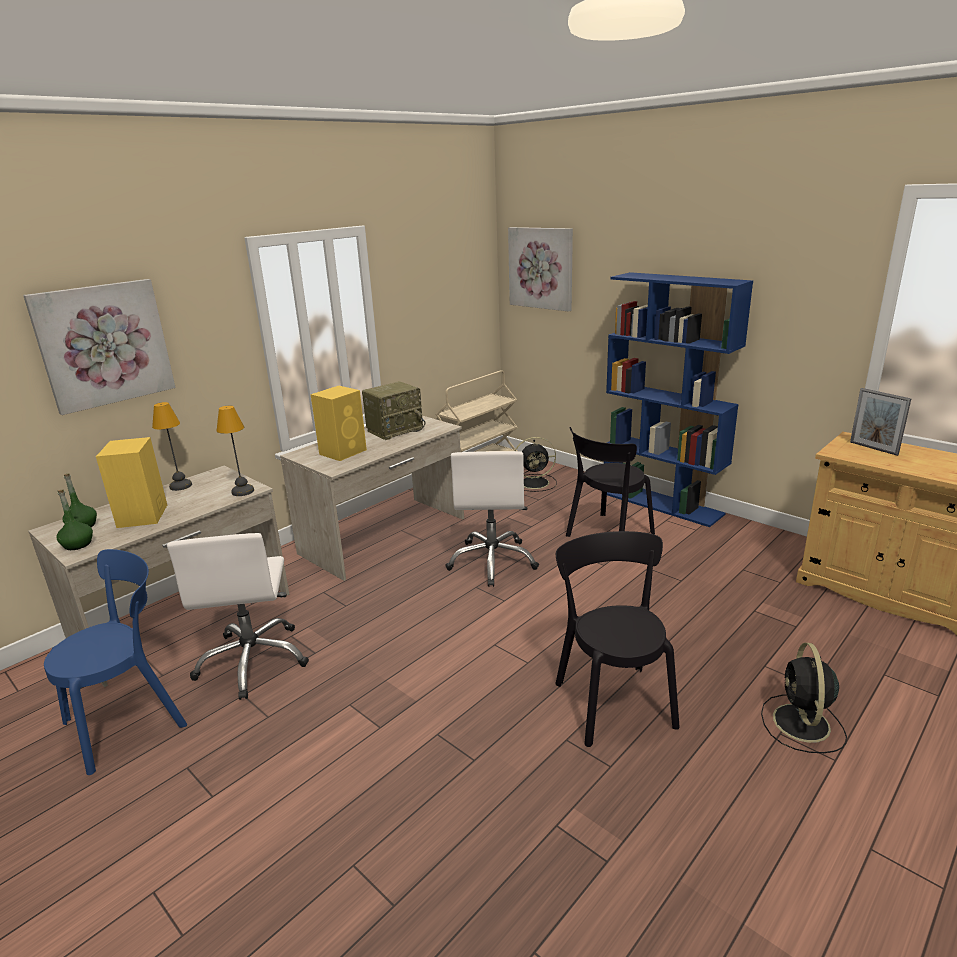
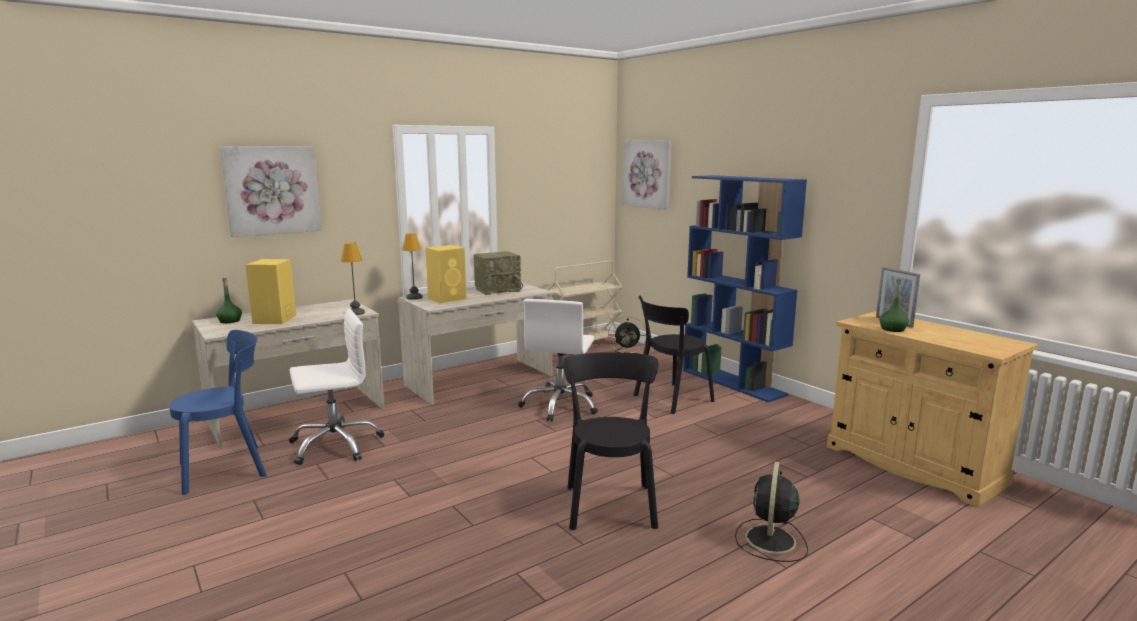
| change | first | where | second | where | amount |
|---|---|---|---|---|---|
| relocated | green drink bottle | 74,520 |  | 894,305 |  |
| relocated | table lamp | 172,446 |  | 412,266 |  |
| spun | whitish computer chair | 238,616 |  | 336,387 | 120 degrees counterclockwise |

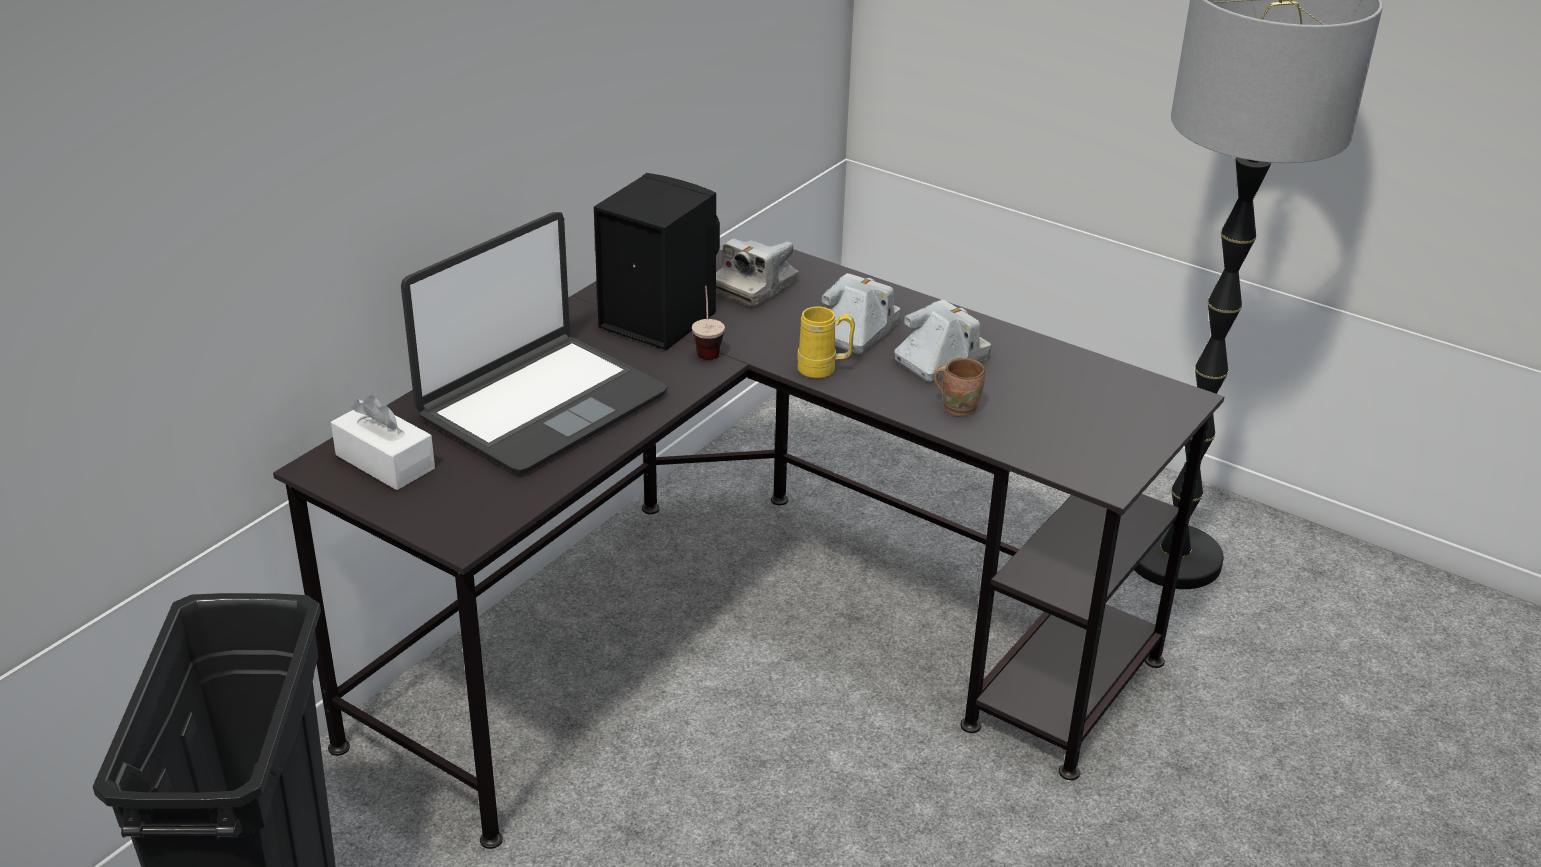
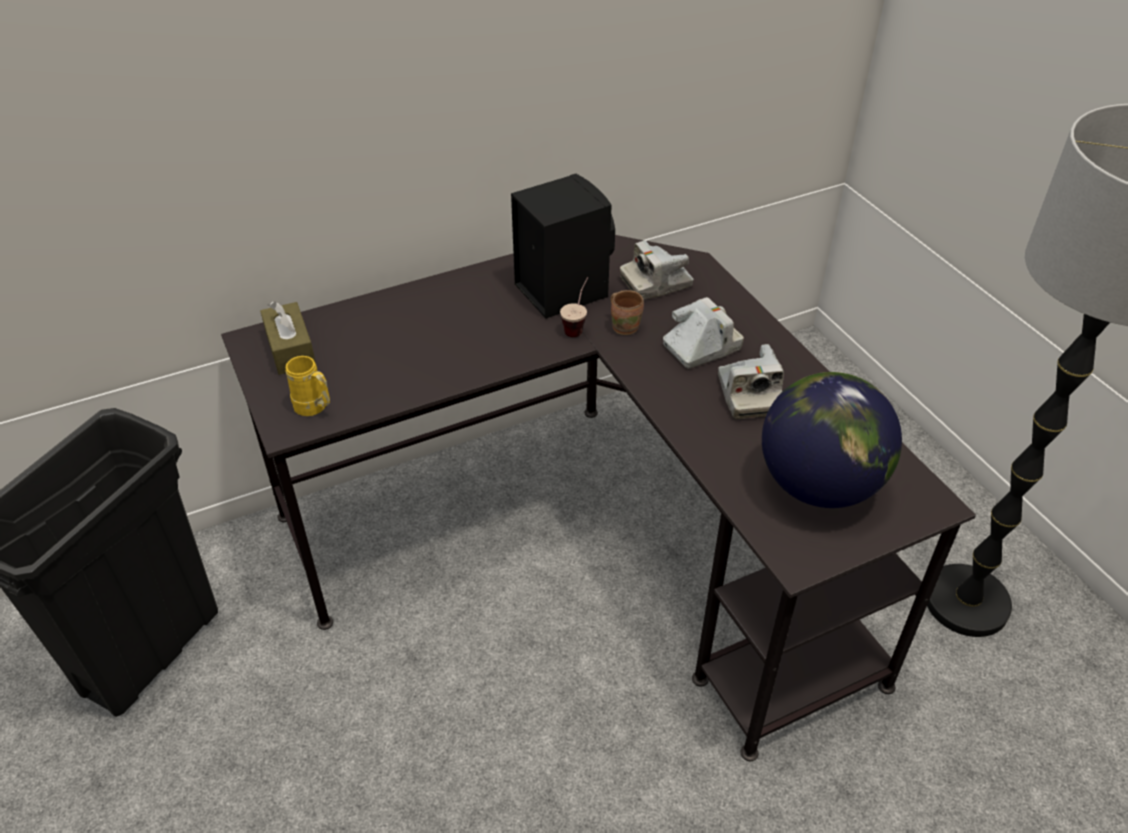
| change | first | where | second | where | amount |
|---|---|---|---|---|---|
| missing | laptop | 534,343 |  |  |  |
| appeared |  |  | world globe | 832,440 |  |
| relocated | yellow-coloured mug | 826,342 |  | 308,386 |  |
| relocated | brownish mug | 959,387 |  | 627,312 |  |
| colour | whitish tissue box | 383,442 | brownish tissue box | 288,338 |  |
| spun | photo camera | 942,341 |  | 751,381 | 90 degrees clockwise |

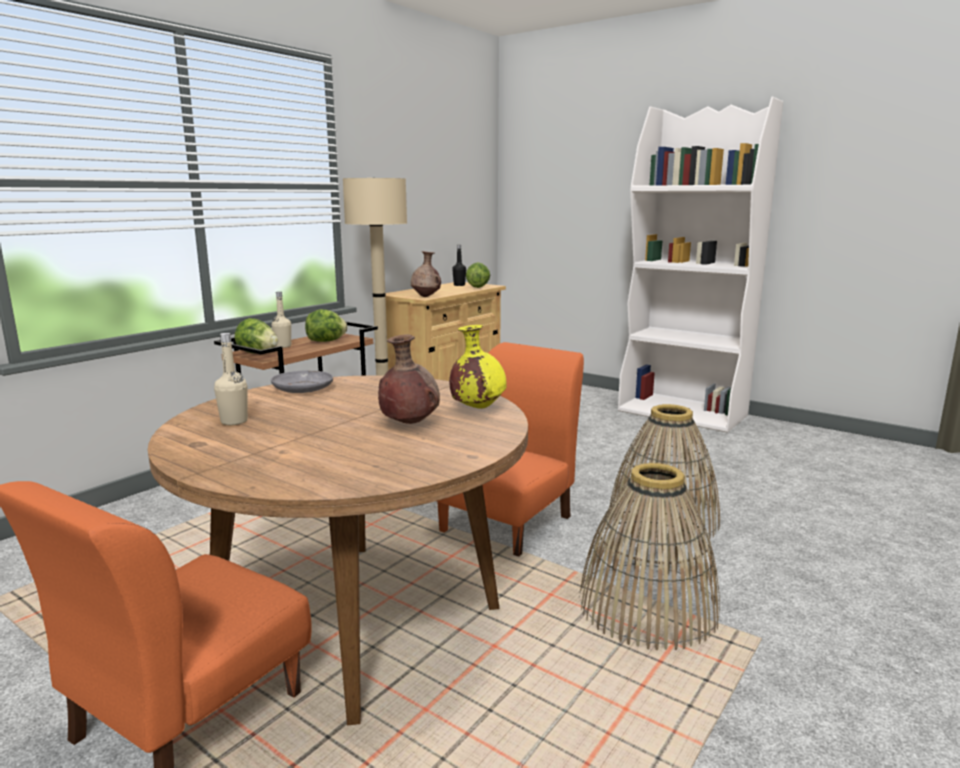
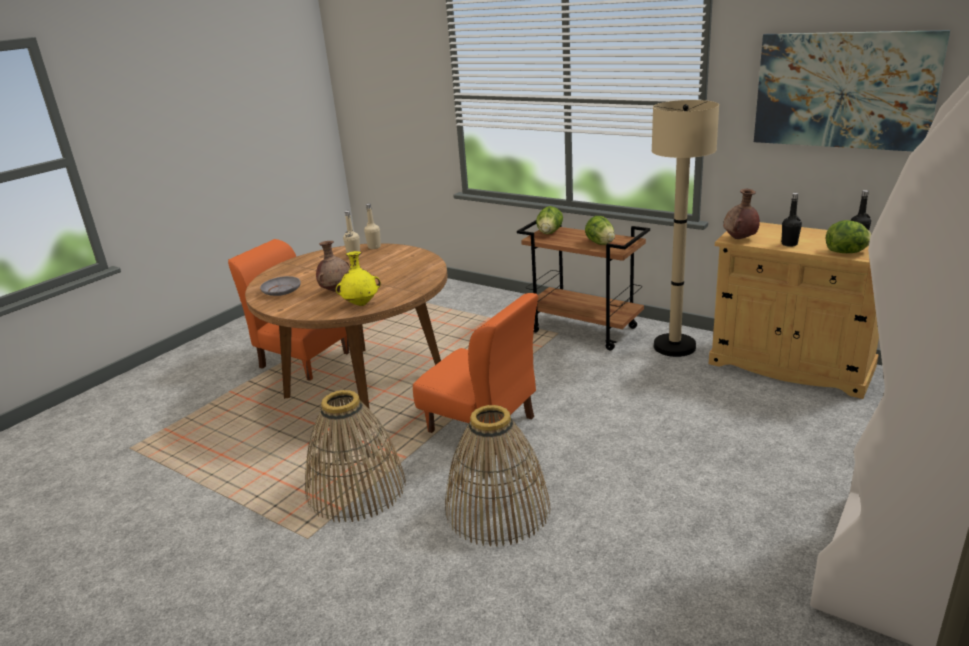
| change | first | where | second | where | amount |
|---|---|---|---|---|---|
| appeared |  |  | wall picture | 852,90 |  |
| appeared |  |  | black-coloured drink bottle | 791,220 |  |
| relocated | grey plate | 302,381 |  | 280,286 |  |
| relocated | beige drink bottle | 282,320 |  | 372,226 |  |

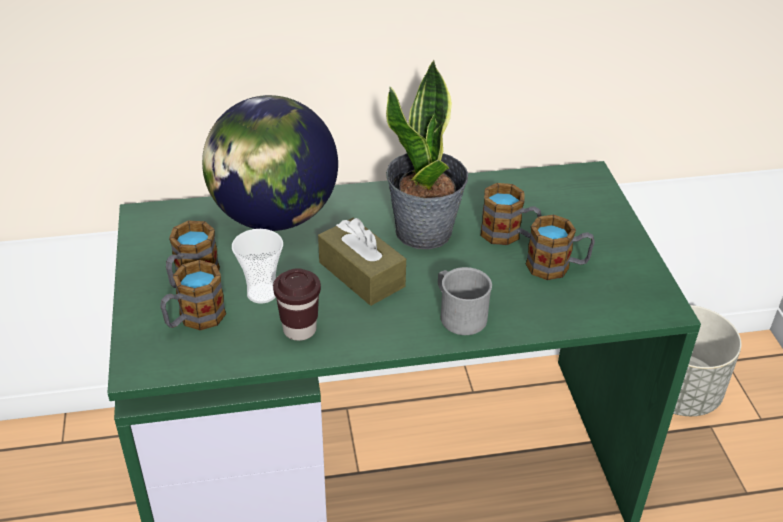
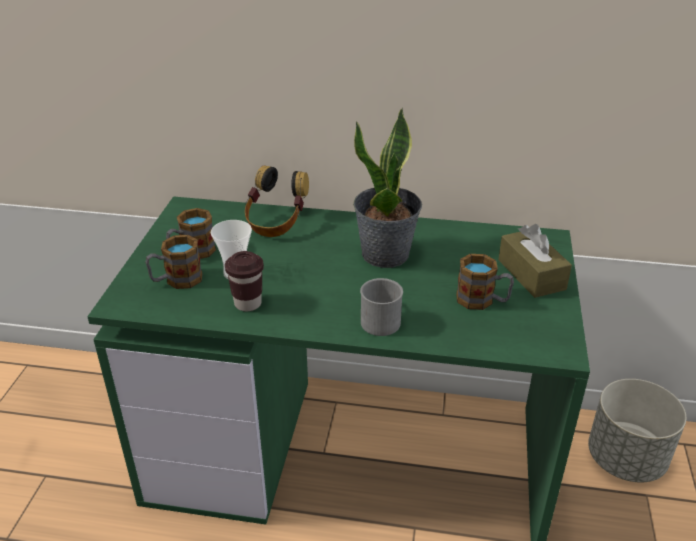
| change | first | where | second | where | amount |
|---|---|---|---|---|---|
| missing | mug | 511,214 |  |  |  |
| relocated | brownish tissue box | 362,262 |  | 535,261 |  |
| exchanged | world globe | 270,163 | pair of headphones | 277,201 |  |

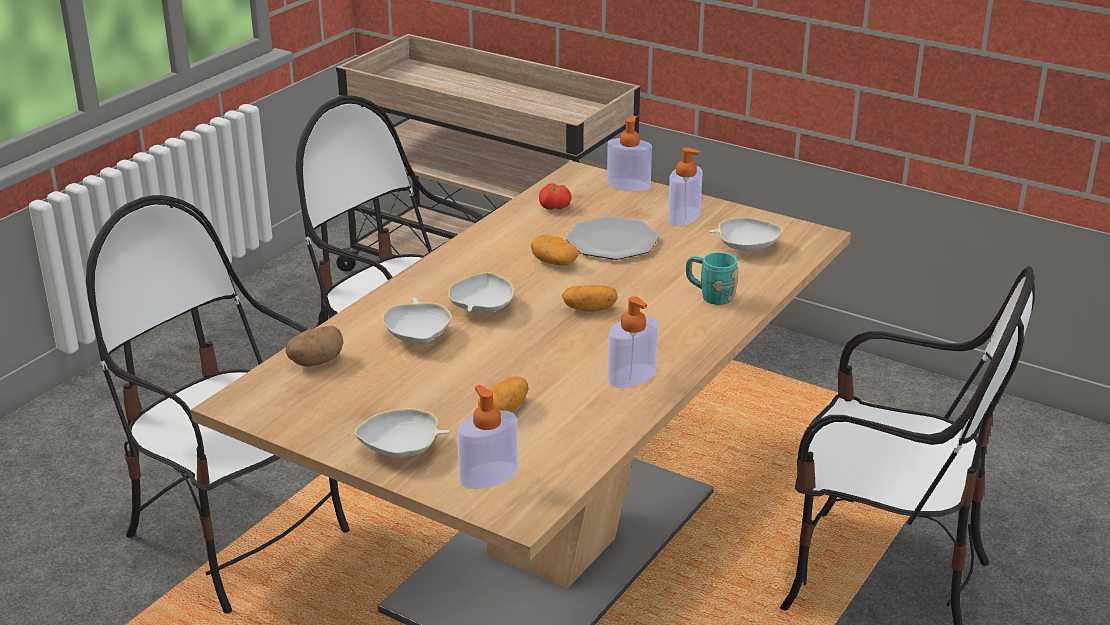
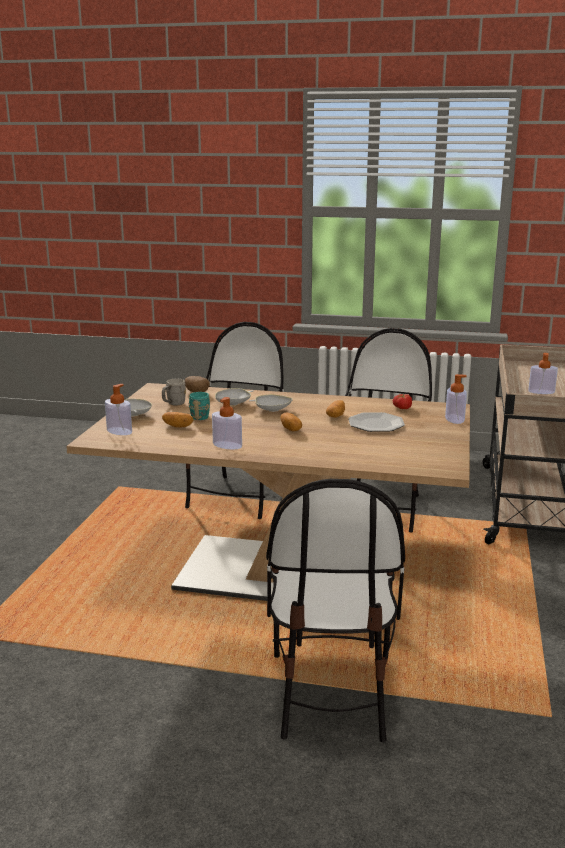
| change | first | where | second | where | amount |
|---|---|---|---|---|---|
| missing | whitish deep dish | 745,234 |  |  |  |
| appeared |  |  | grey mug | 174,392 |  |
| relocated | soap dispenser | 685,187 |  | 543,373 |  |
| relocated | blue-green mug | 712,278 |  | 199,406 |  |

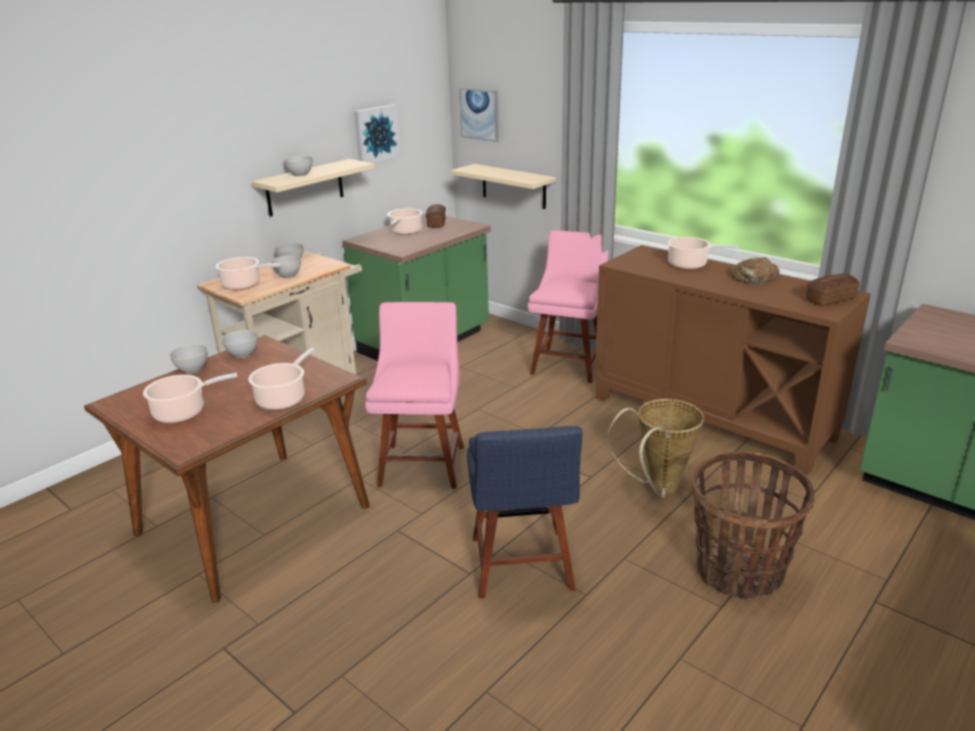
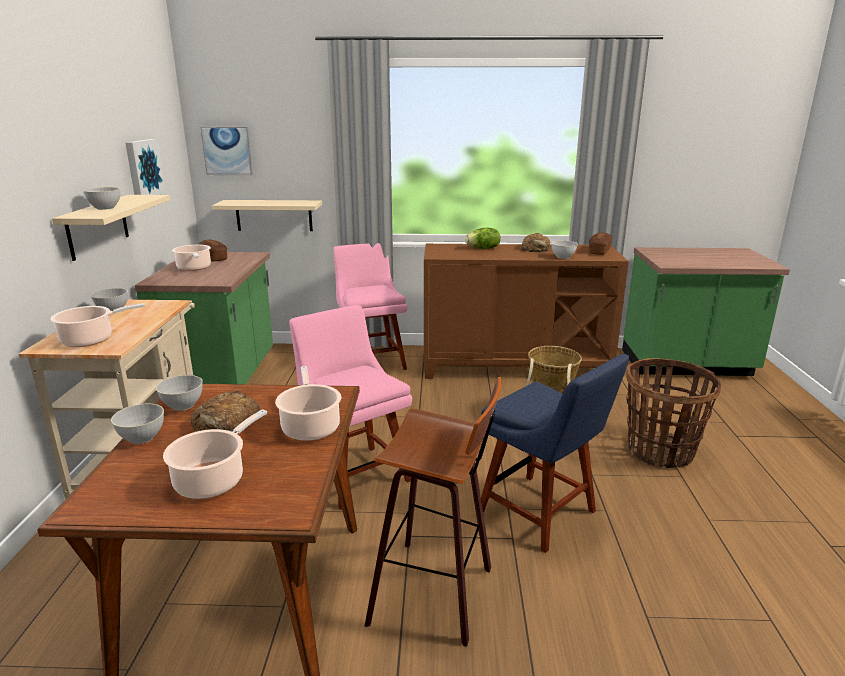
| change | first | where | second | where | amount |
|---|---|---|---|---|---|
| appeared |  |  | bakery bread | 225,412 |  |
| appeared |  |  | stool | 433,512 |  |
| relocated | grey deep dish | 286,267 |  | 564,249 |  |
| exchanged | saucepot | 702,253 | head of lettuce | 483,238 |  |

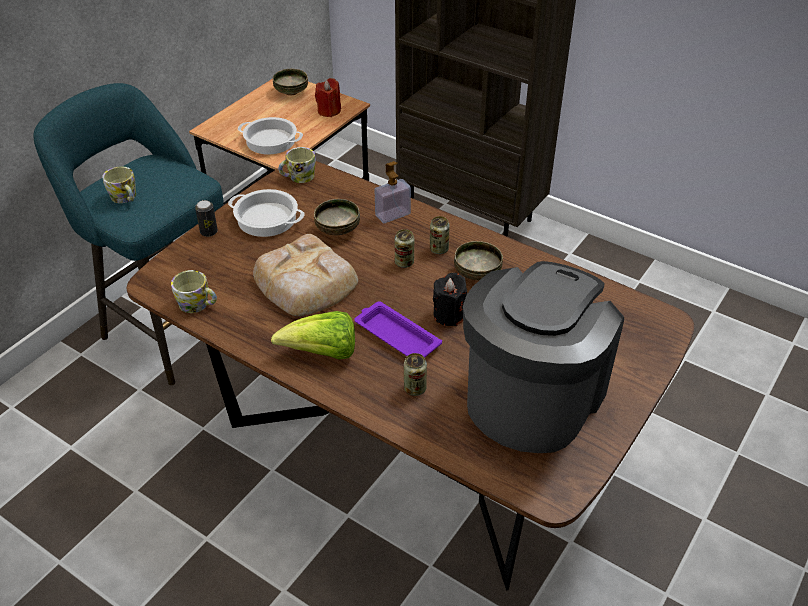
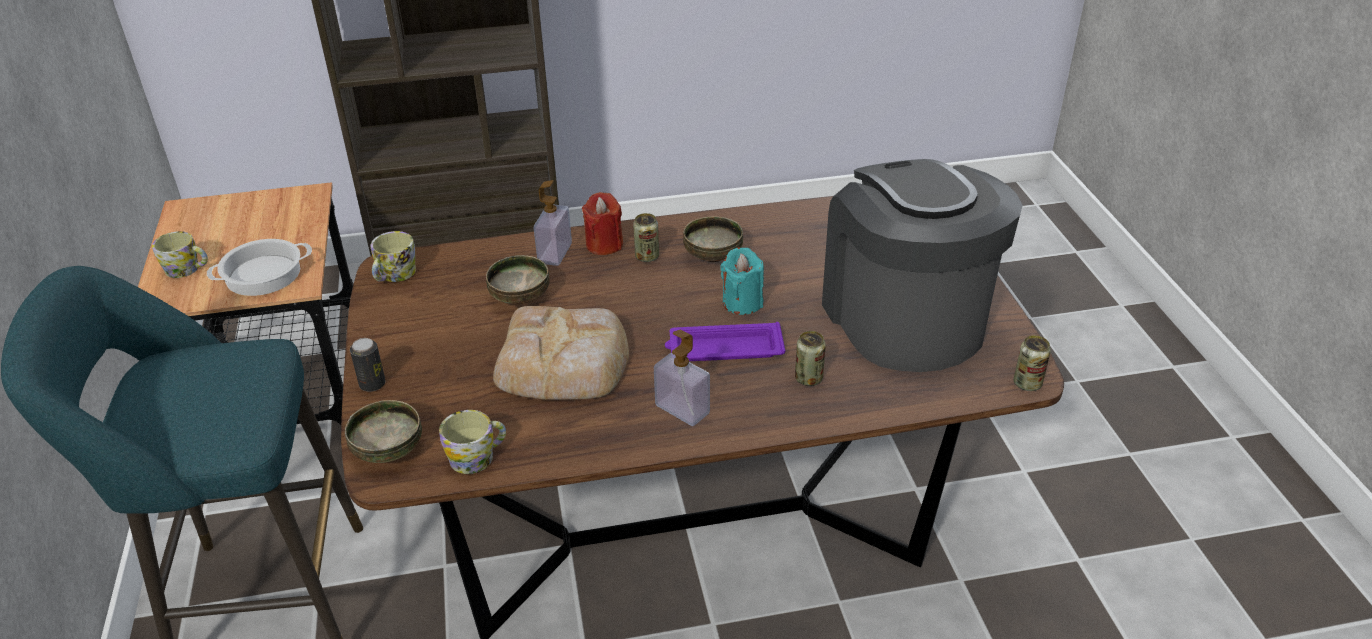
| change | first | where | second | where | amount |
|---|---|---|---|---|---|
| missing | saucepot | 266,213 |  |  |  |
| relocated | mug | 119,184 |  | 180,254 |  |
| relocated | deep dish | 290,82 |  | 383,431 |  |
| relocated | red-coloured candle | 328,97 |  | 602,223 |  |
| relocated | metal can | 404,248 |  | 1032,363 |  |
| exchanged | head of lettuce | 313,335 | soap dispenser | 682,378 |  |
| colour | black-coloured candle | 450,299 | blue-green candle | 742,281 |  |

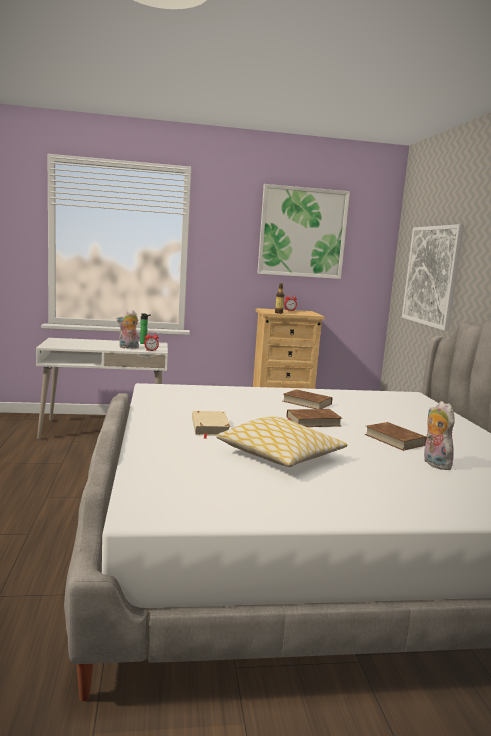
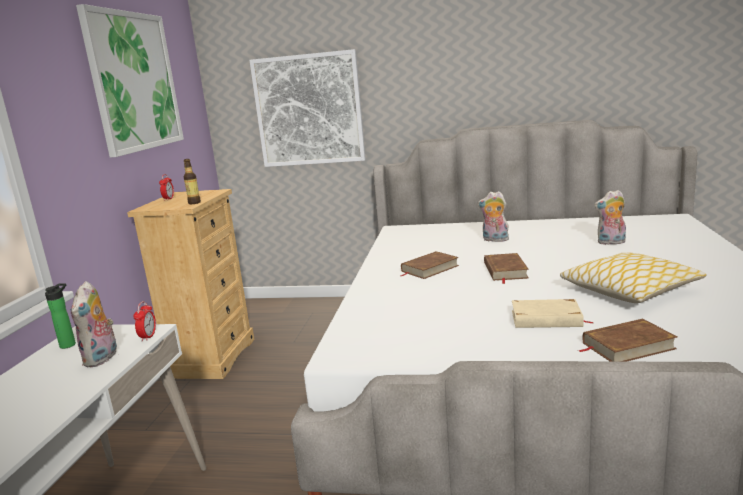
| change | first | where | second | where | amount |
|---|---|---|---|---|---|
| appeared |  |  | plush toy | 493,216 |  |
| relocated | brownish bound book | 396,436 |  | 627,340 |  |

